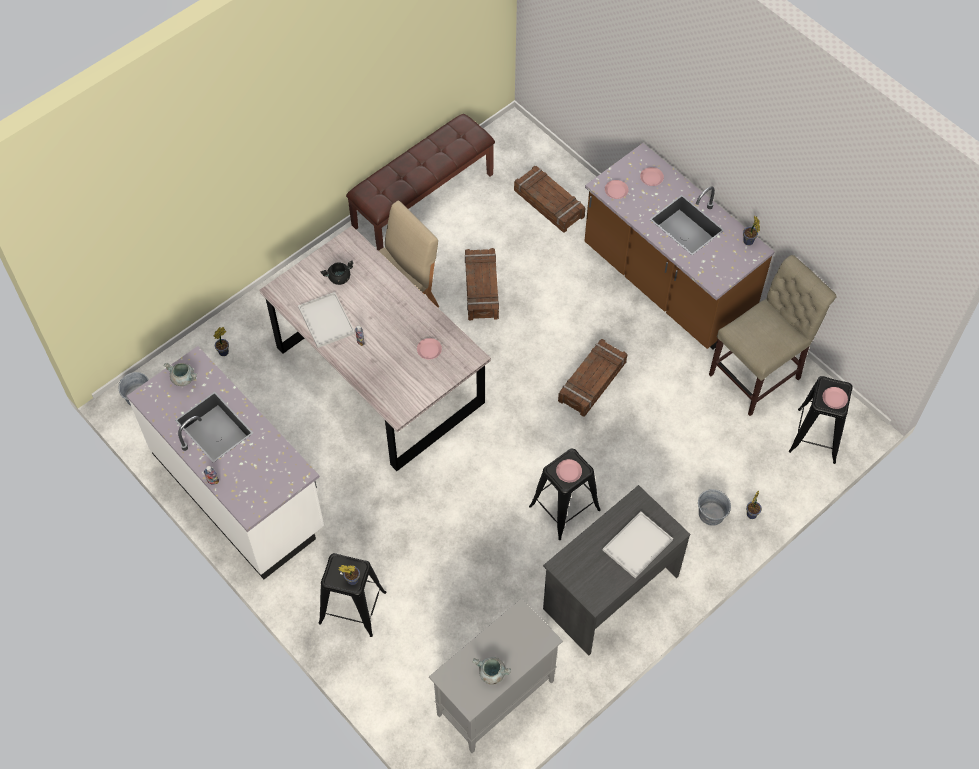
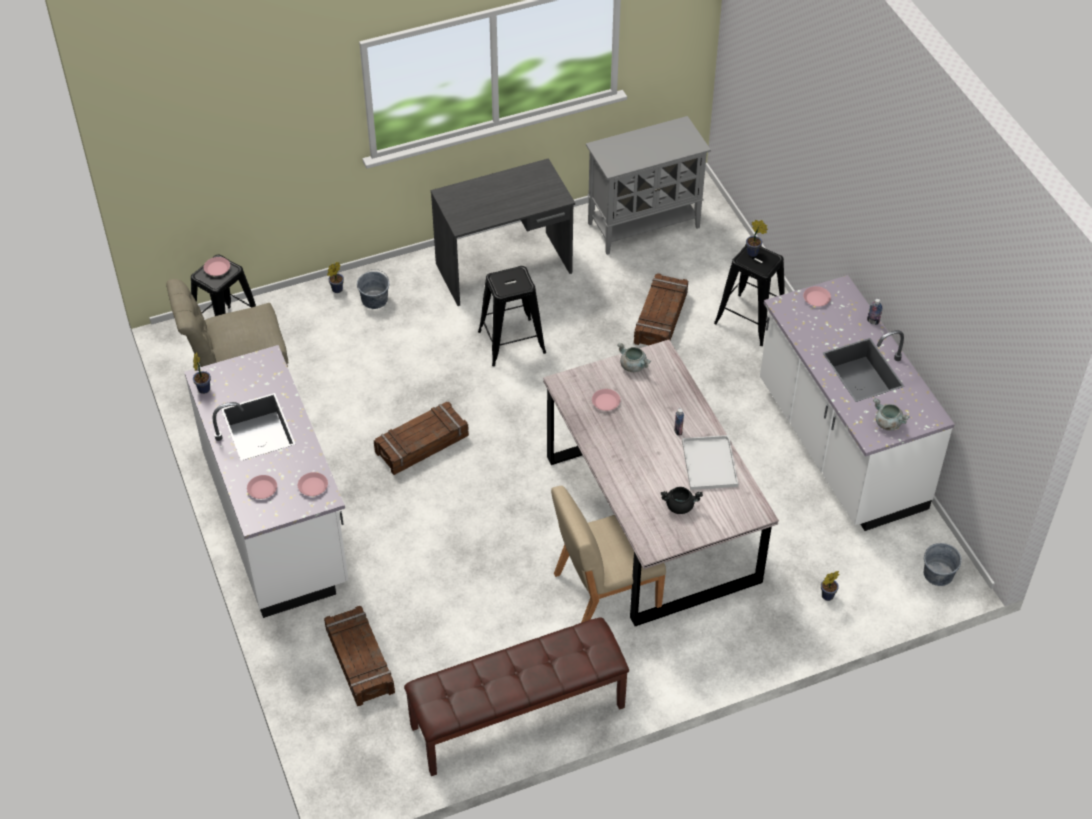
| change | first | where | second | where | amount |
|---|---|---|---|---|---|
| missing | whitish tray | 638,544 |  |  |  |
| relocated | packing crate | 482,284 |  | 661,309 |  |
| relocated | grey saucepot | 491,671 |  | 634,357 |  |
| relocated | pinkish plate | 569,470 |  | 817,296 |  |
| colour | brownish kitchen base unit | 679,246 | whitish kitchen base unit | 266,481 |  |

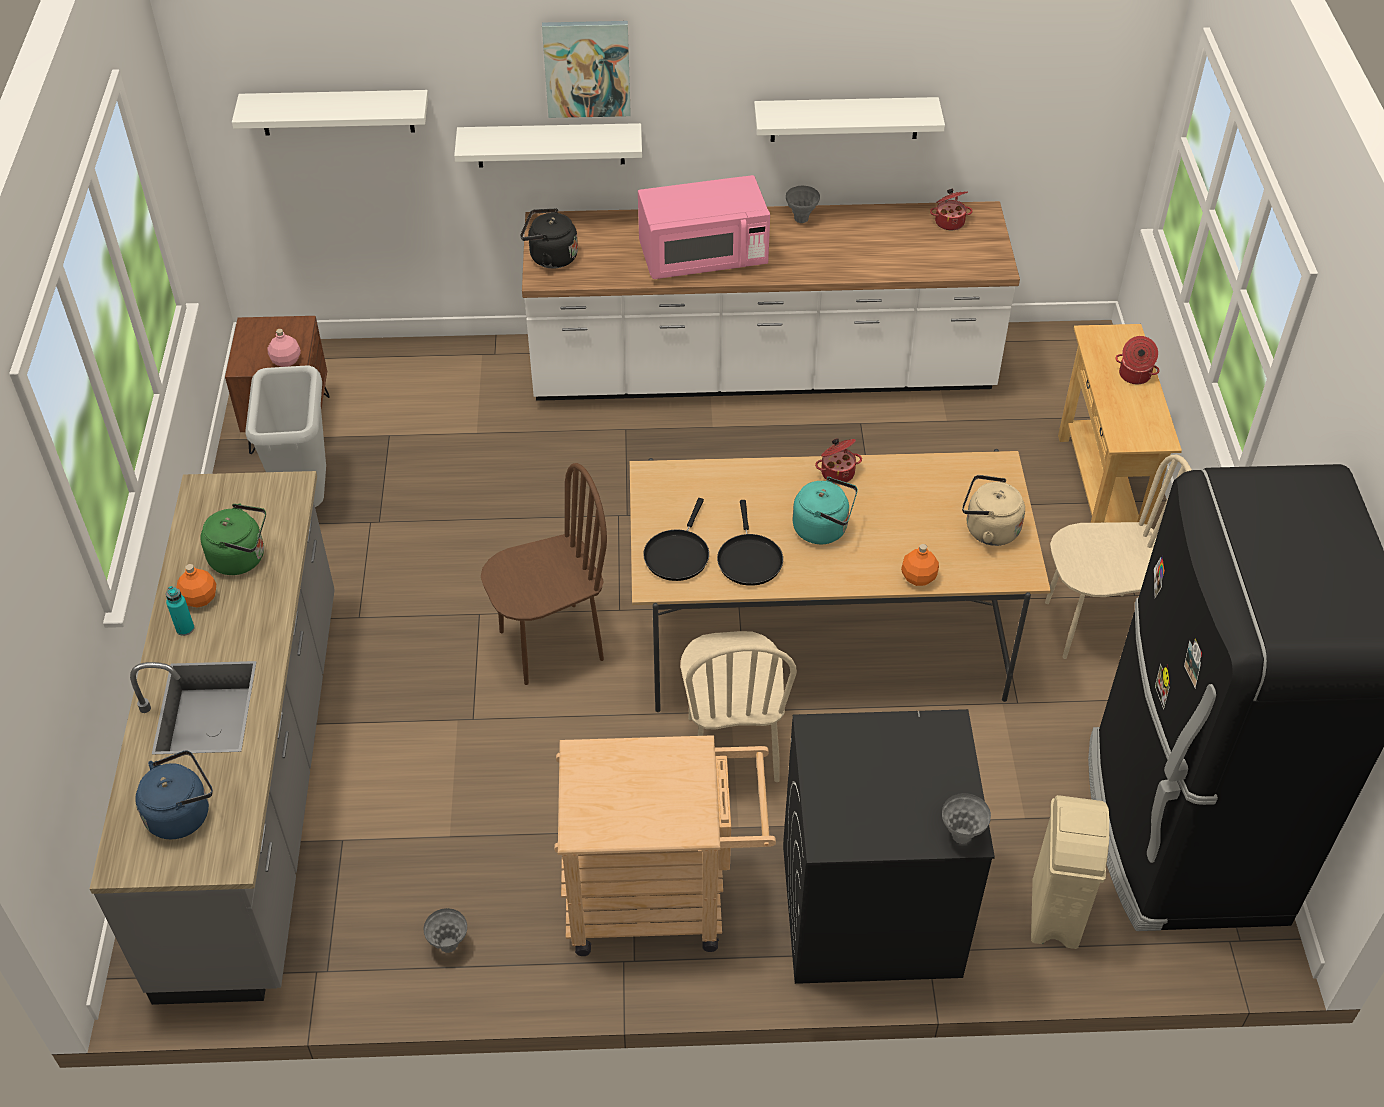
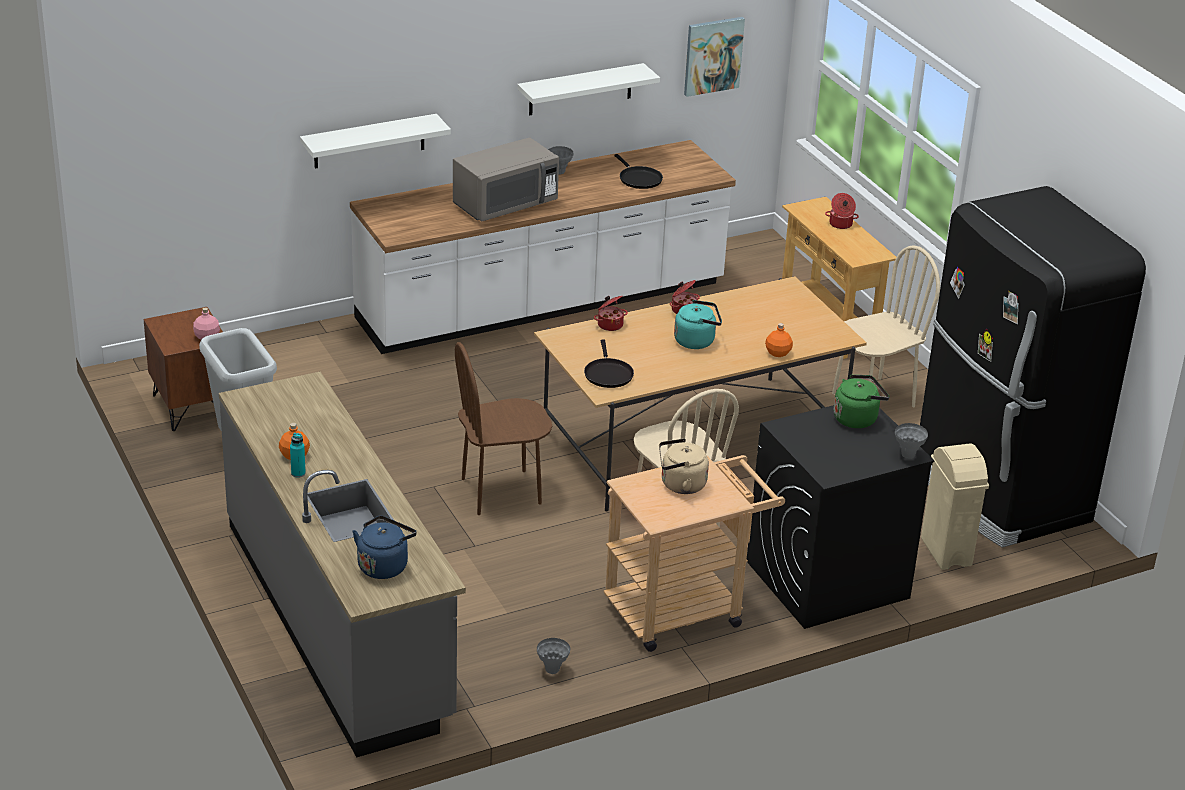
| change | first | where | second | where | amount |
|---|---|---|---|---|---|
| missing | whitish shelf | 330,113 |  |  |  |
| missing | black-coloured kettle | 549,238 |  |  |  |
| relocated | green kettle | 233,539 |  | 862,401 |  |
| relocated | wall picture | 586,69 |  | 714,57 |  |
| relocated | black-coloured pan | 750,543 |  | 638,171 |  |
| relocated | saucepot | 951,209 |  | 611,313 |  |
| relocated | beige kettle | 993,510 |  | 684,466 |  |
| colour | pinkish microwave oven | 704,227 | grey microwave oven | 506,179 |  |
| spun | brownish plain chair | 544,574 |  | 503,428 | 150 degrees counterclockwise |

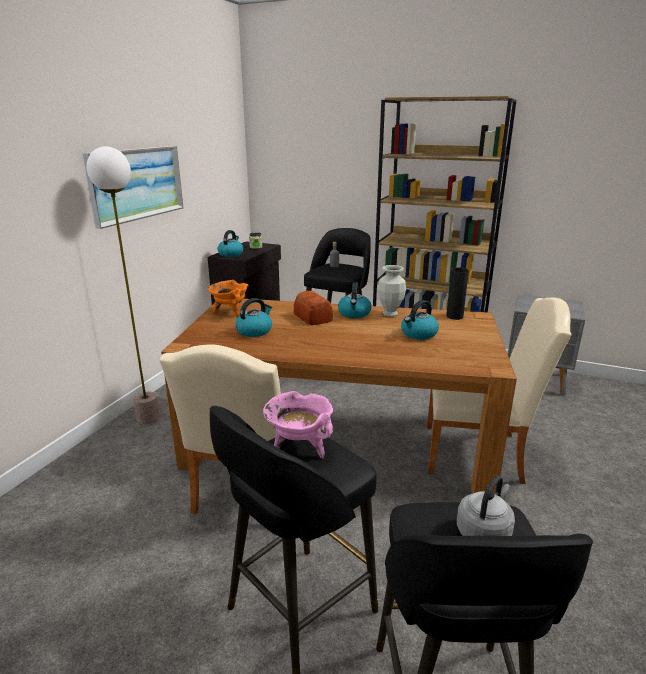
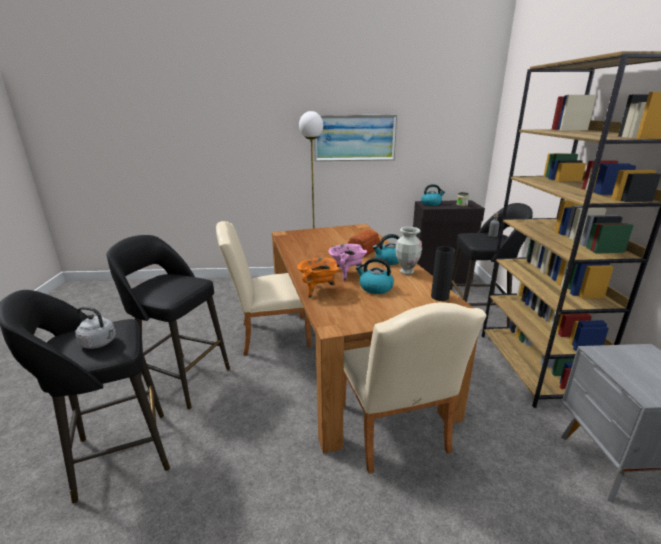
| change | first | where | second | where | amount |
|---|---|---|---|---|---|
| missing | kettle | 253,317 |  |  |  |
| relocated | orange-coloured saucepot | 228,299 |  | 318,278 |  |
| relocated | pinkish saucepot | 298,425 |  | 347,262 |  |

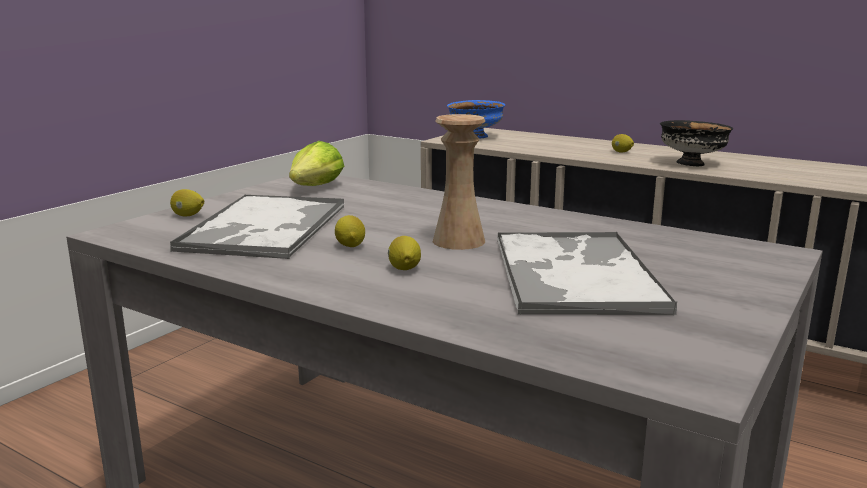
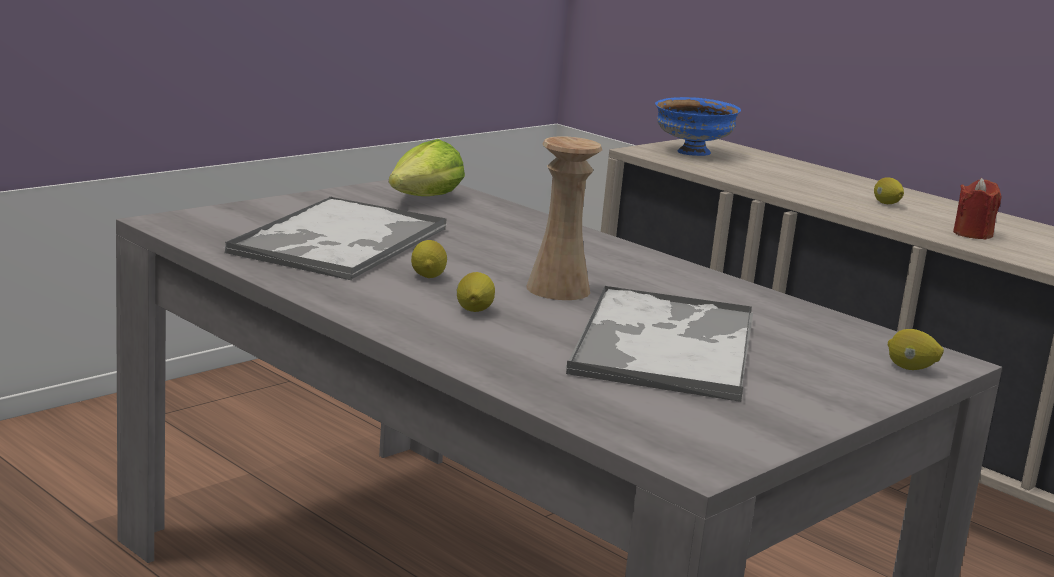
| change | first | where | second | where | amount |
|---|---|---|---|---|---|
| relocated | citrus fruit | 187,203 |  | 916,349 |  |
| exchanged | black-coloured deep dish | 696,143 | red-coloured candle | 977,209 |  |

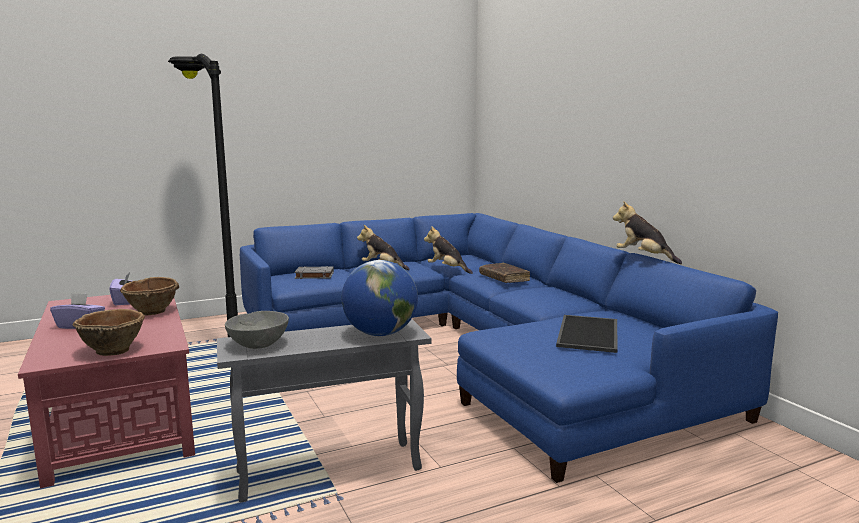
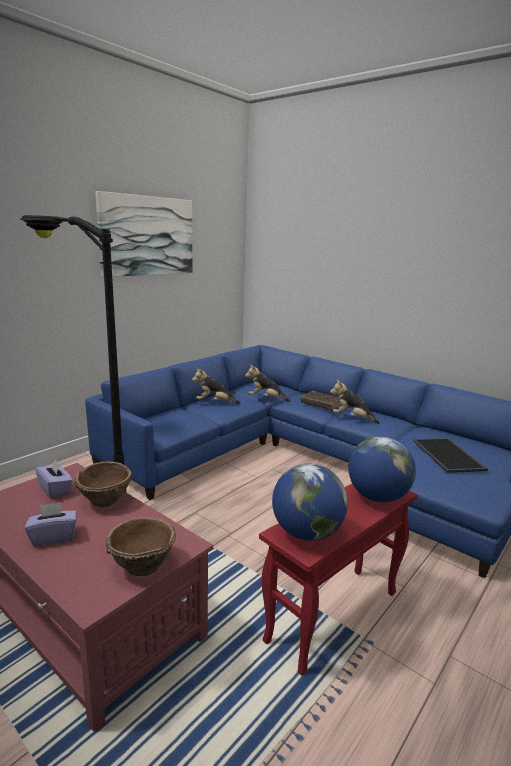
| change | first | where | second | where | amount |
|---|---|---|---|---|---|
| missing | grey bound book | 314,272 |  |  |  |
| appeared |  |  | wall picture | 143,234 |  |
| relocated | plush toy | 647,232 |  | 355,401 |  |
| exchanged | grey deep dish | 257,330 | world globe | 310,502 |  |
| colour | grey end table | 324,410 | red-coloured end table | 338,580 |  |

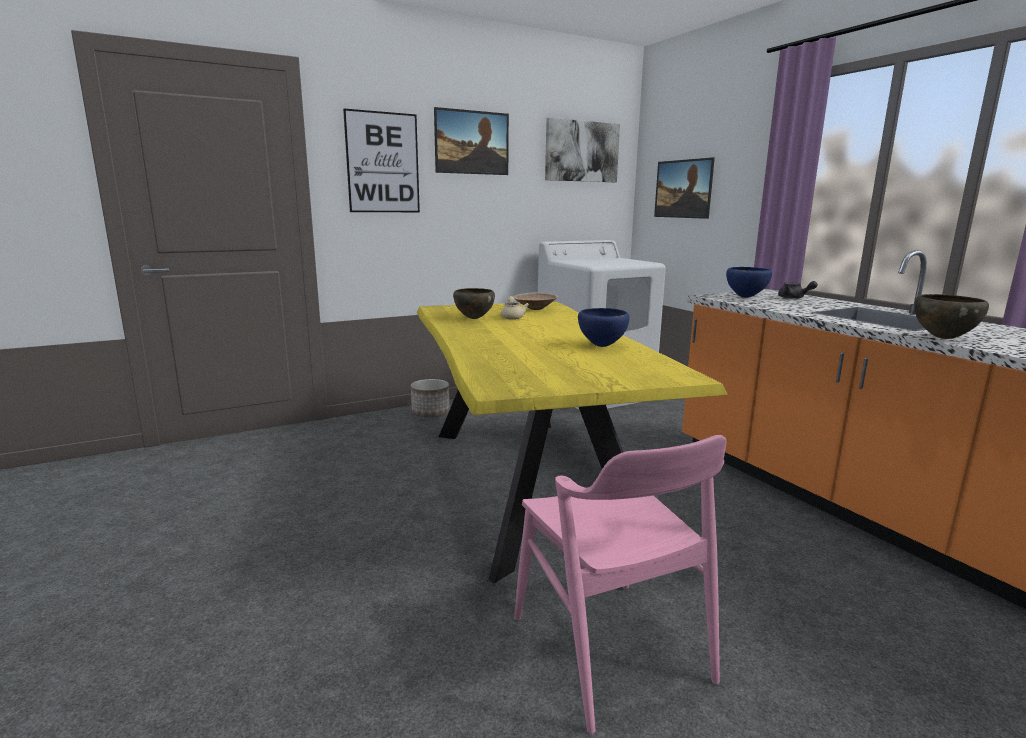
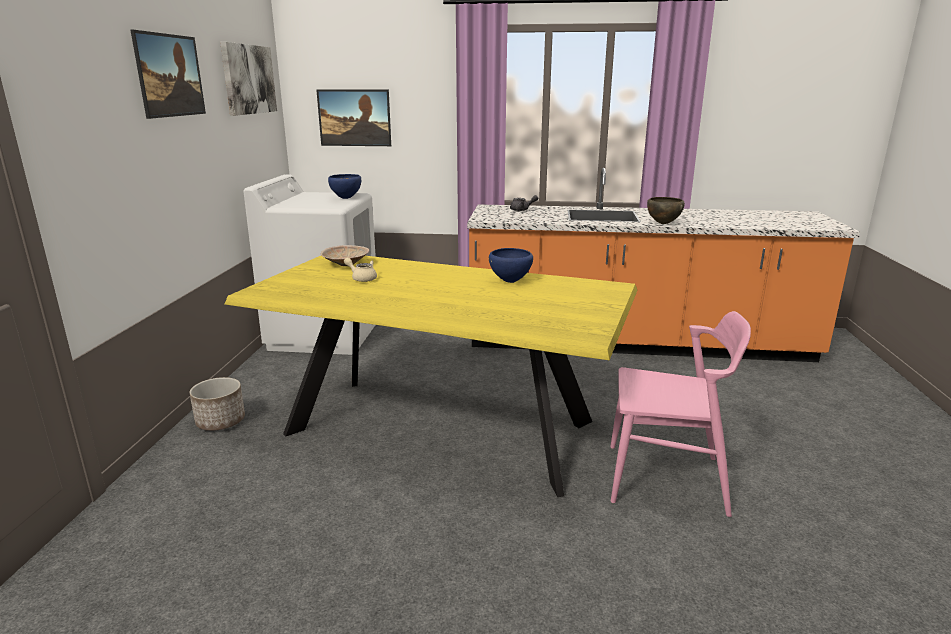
| change | first | where | second | where | amount |
|---|---|---|---|---|---|
| missing | wall picture | 381,160 |  |  |  |
| missing | brownish deep dish | 474,303 |  |  |  |
| relocated | blue deep dish | 749,282 |  | 344,186 |  |

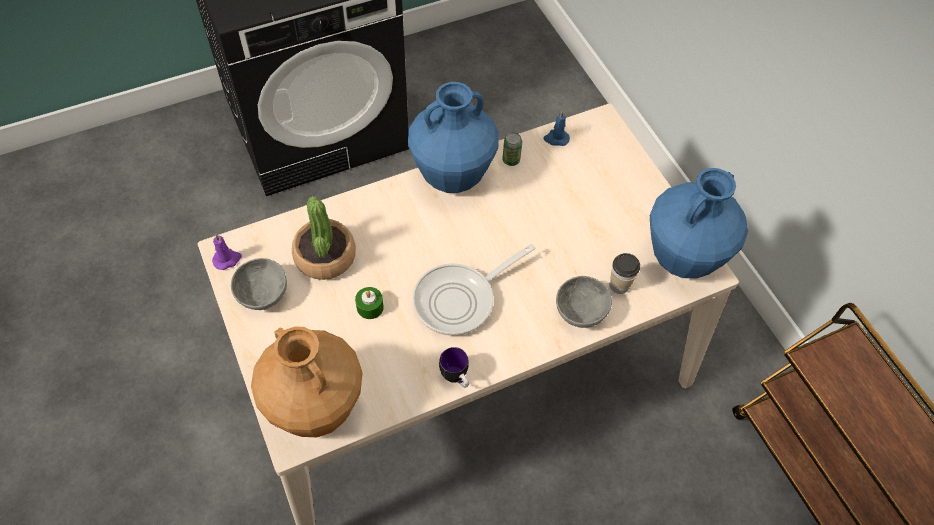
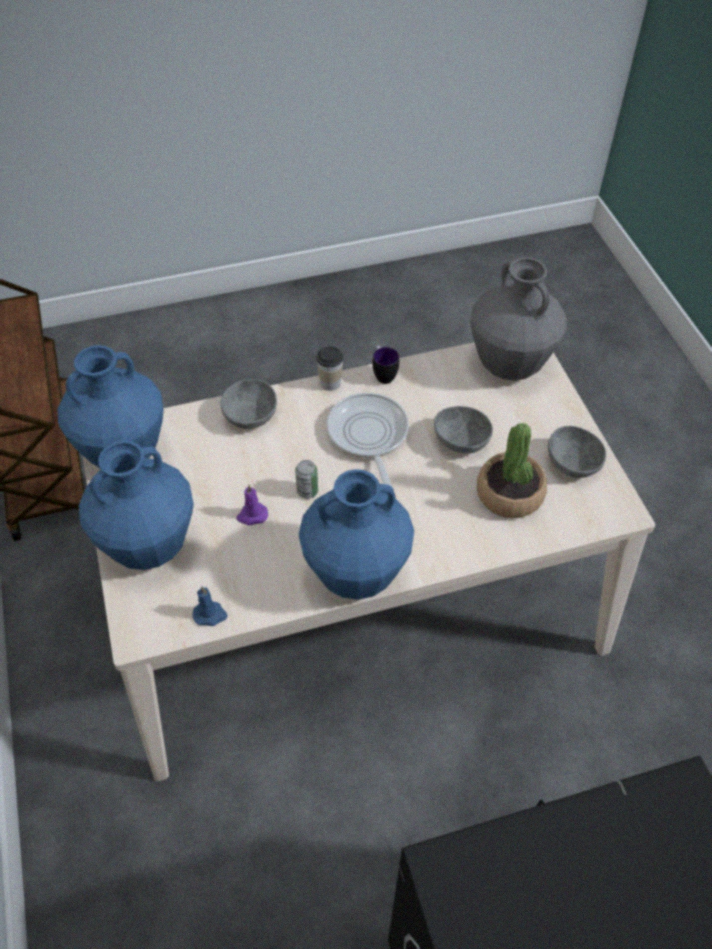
| change | first | where | second | where | amount |
|---|---|---|---|---|---|
| appeared |  |  | blue decorative vase | 136,505 |  |
| relocated | purple candle | 227,252 |  | 252,505 |  |
| relocated | metal can | 512,149 |  | 306,479 |  |
| relocated | drinking cup | 625,273 |  | 330,368 |  |
| exchanged | green candle | 369,303 | grey deep dish | 463,429 |  |
| colour | brownish decorative vase | 306,381 | grey decorative vase | 518,319 |  |
| spun | pan | 474,290 |  | 368,440 | 75 degrees counterclockwise |

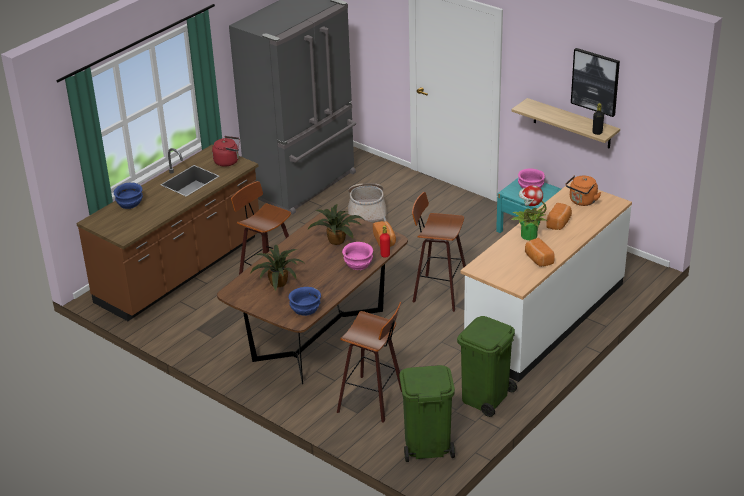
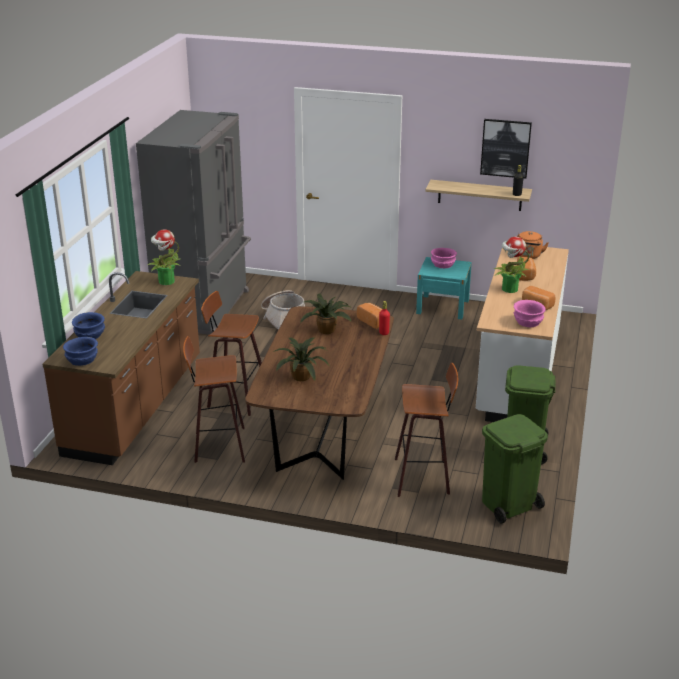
| change | first | where | second | where | amount |
|---|---|---|---|---|---|
| relocated | blue deep dish | 305,301 |  | 80,351 |  |
| relocated | pinkish deep dish | 357,256 |  | 530,313 |  |
| relocated | stool | 439,252 |  | 214,399 |  |
| exchanged | red-coloured kettle | 226,151 | plant in a pot | 164,257 |  |

